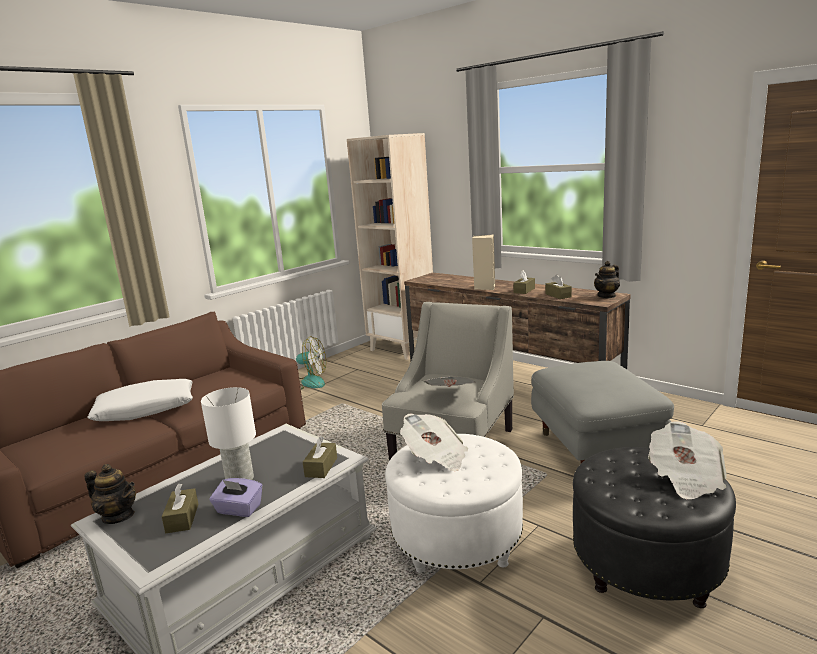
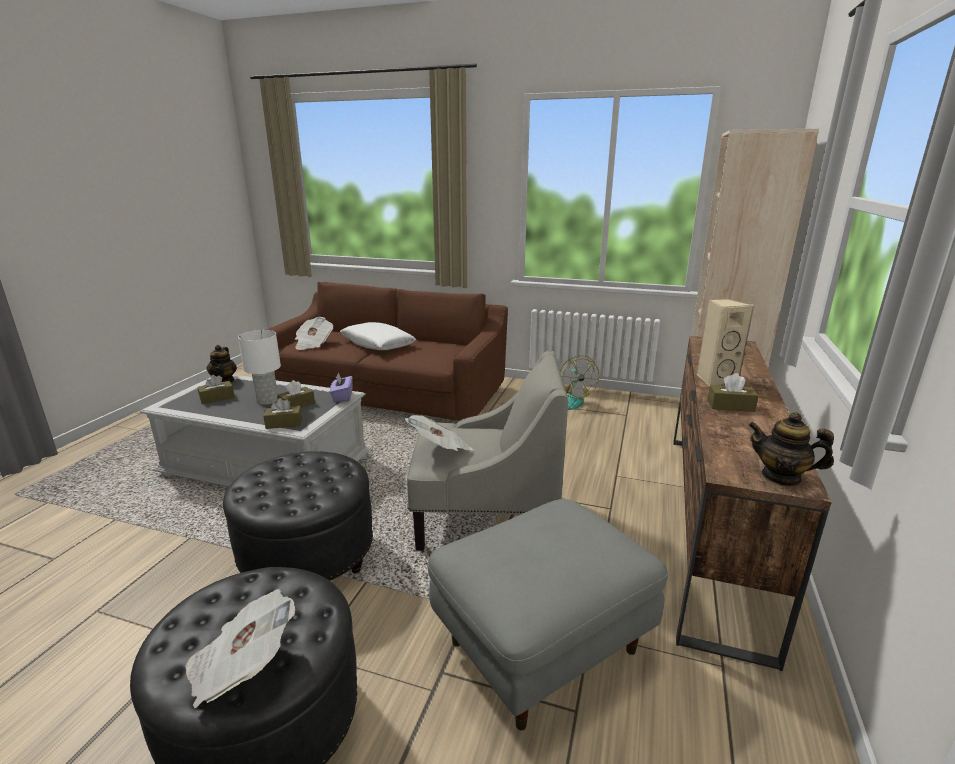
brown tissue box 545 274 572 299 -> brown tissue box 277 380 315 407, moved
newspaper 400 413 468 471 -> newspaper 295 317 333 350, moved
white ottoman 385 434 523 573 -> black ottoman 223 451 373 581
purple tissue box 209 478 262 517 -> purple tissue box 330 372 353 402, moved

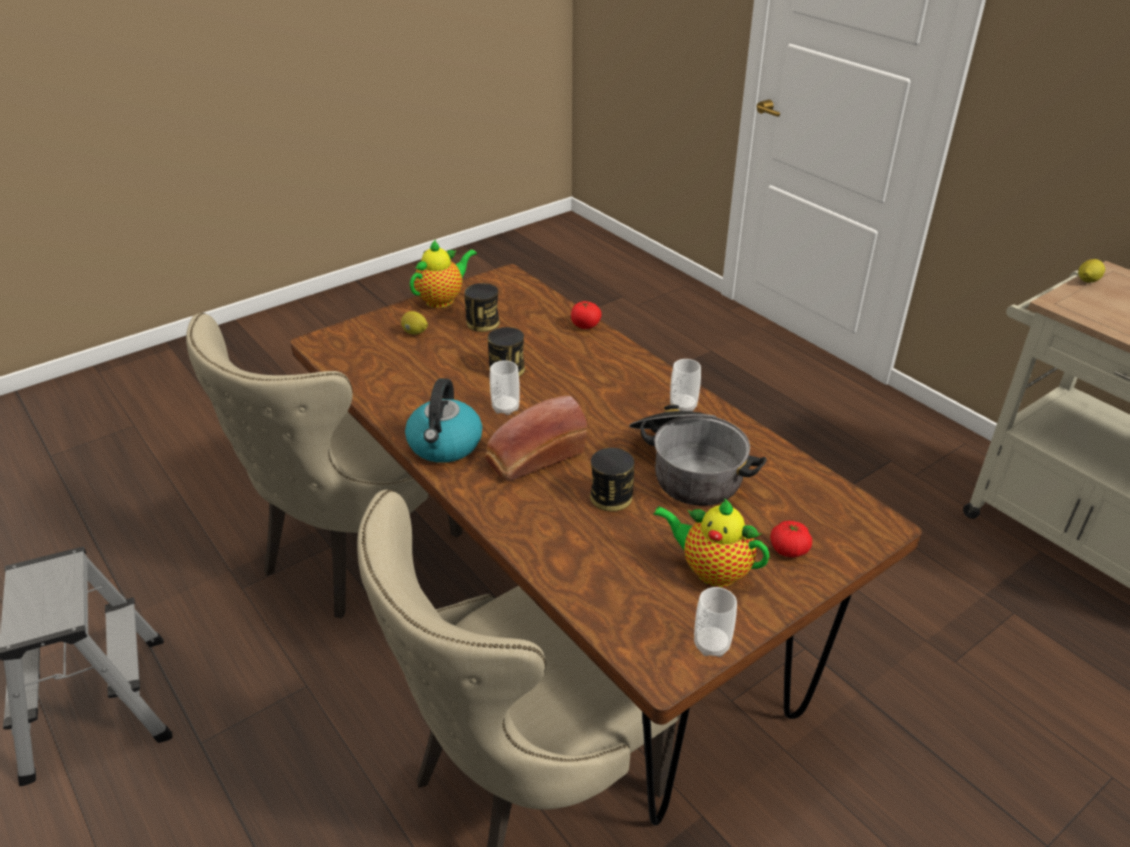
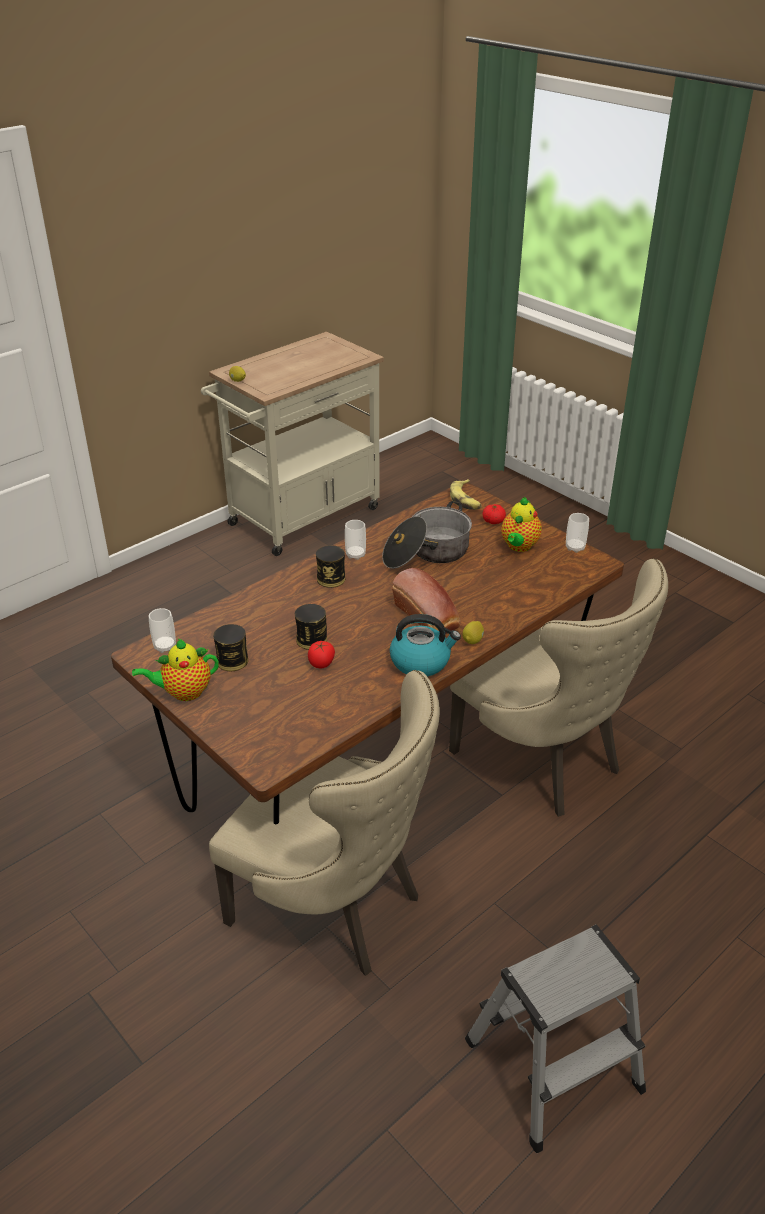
teapot 410 240 477 308 -> teapot 132 639 219 701, 60 degrees counterclockwise
tomato 571 301 602 329 -> tomato 308 641 335 668, moved
lemon 401 311 428 335 -> lemon 463 621 484 644, moved
cup 490 360 520 415 -> cup 149 608 176 653, moved
can 590 448 634 512 -> can 316 545 345 588, moved
none -> banana 450 479 482 510

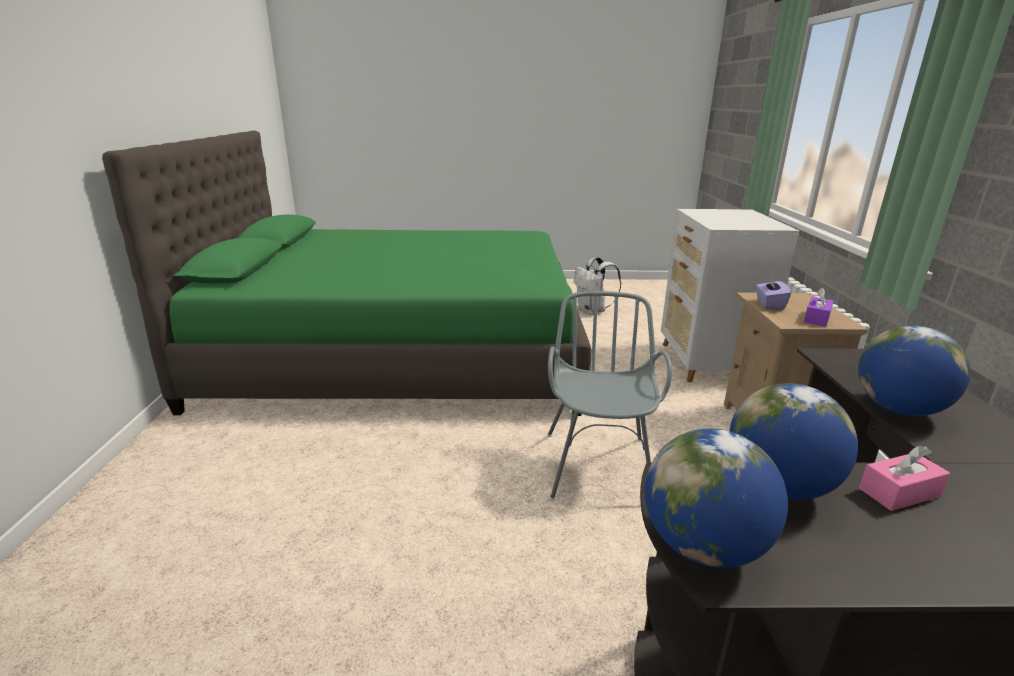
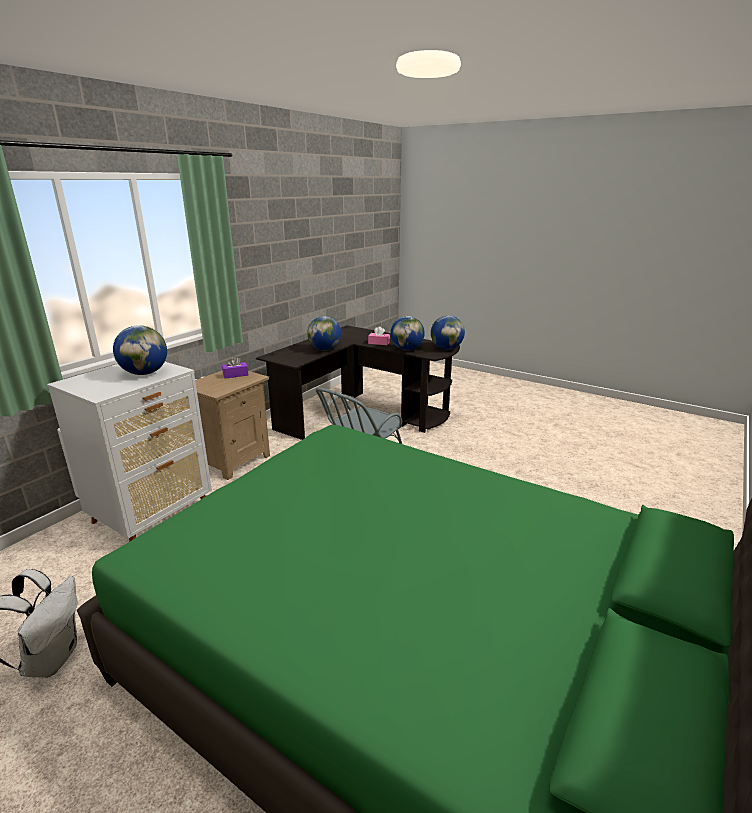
purple tissue box 756 276 791 310 -> none
none -> globe 113 325 167 375

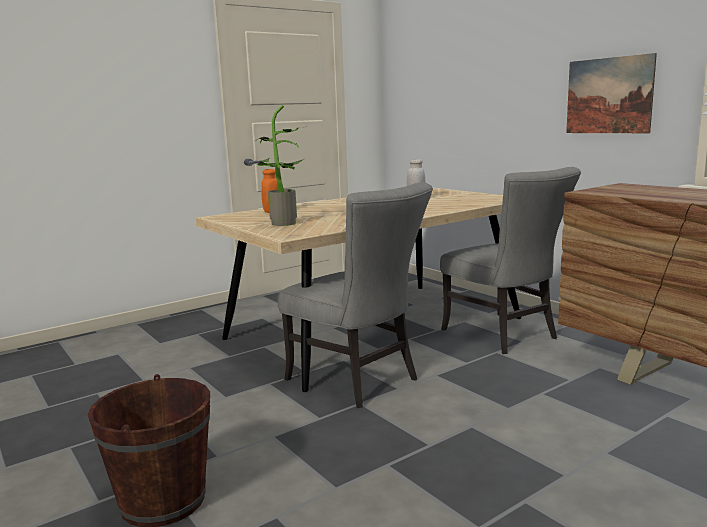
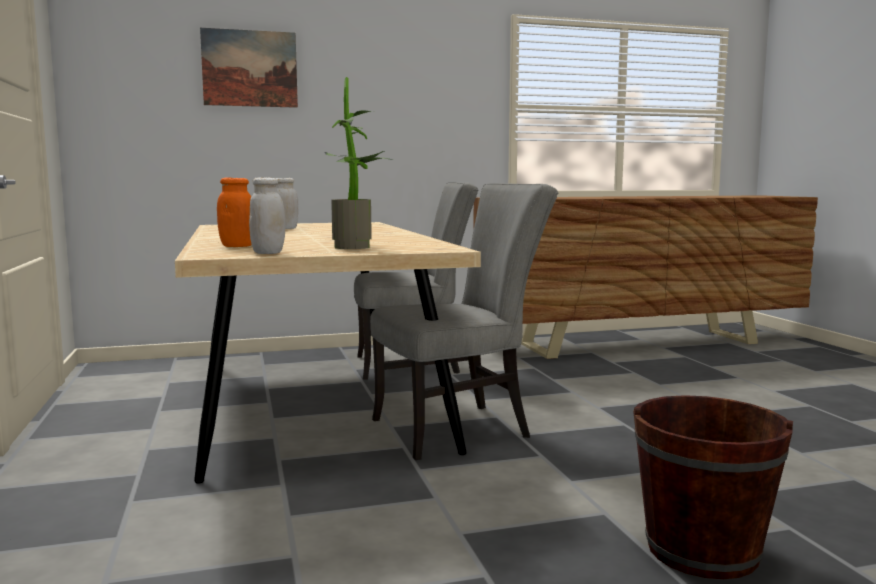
picture 566 53 657 133 -> picture 200 28 298 108, moved
none -> white jar 249 177 285 254

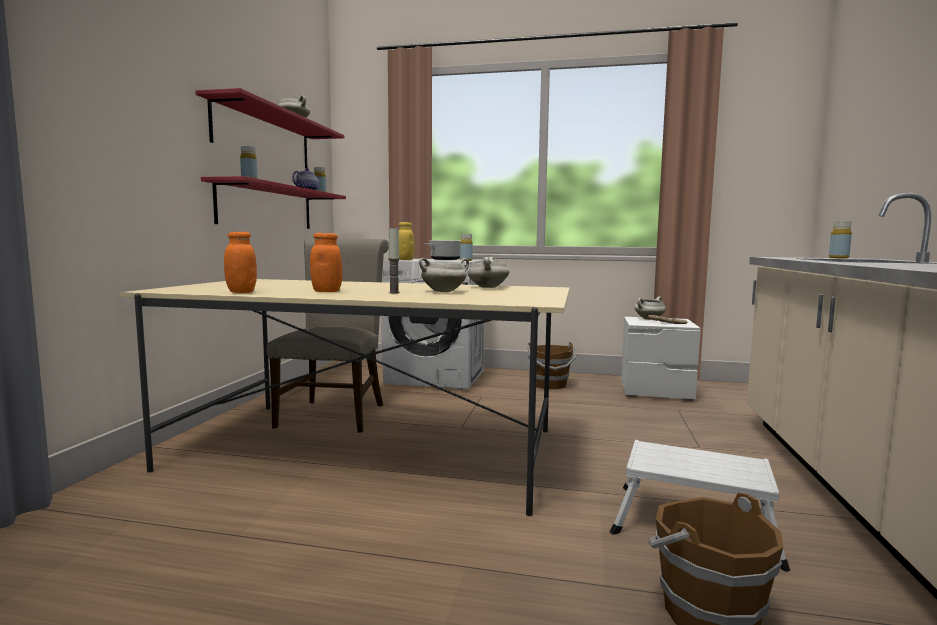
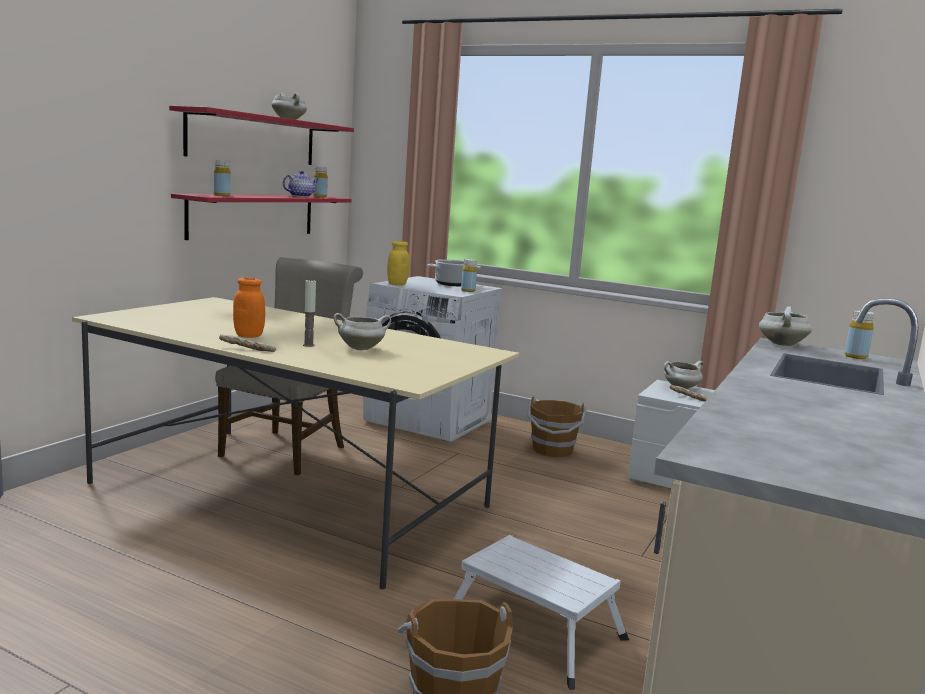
orange jar 224 232 257 293 -> none
white cooking pot 467 257 509 288 -> white cooking pot 759 306 812 346, moved
none -> bread 219 335 277 352

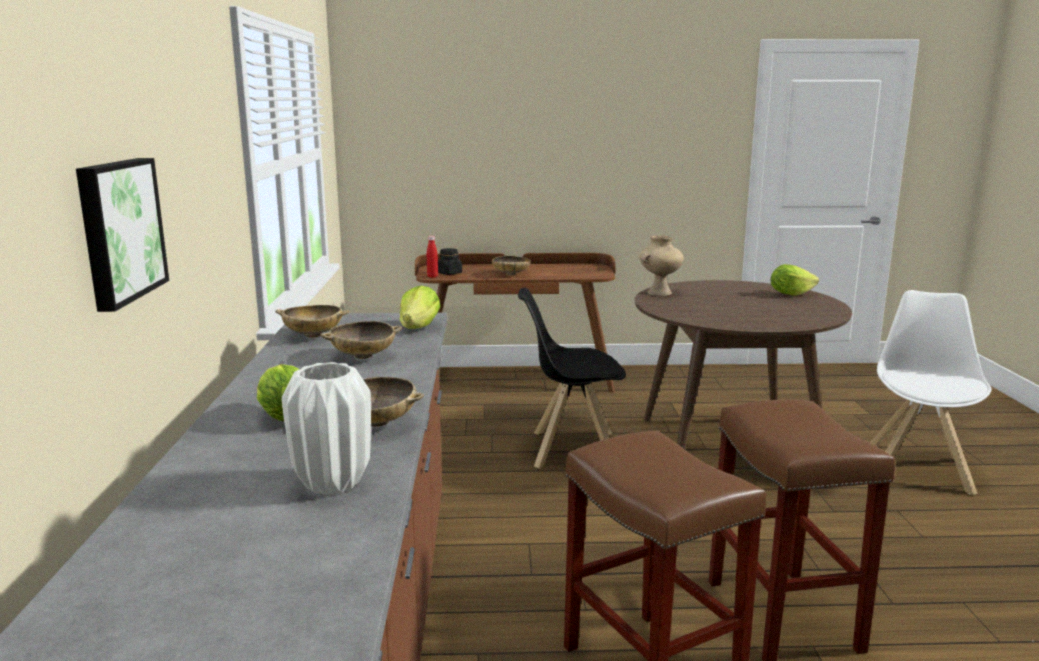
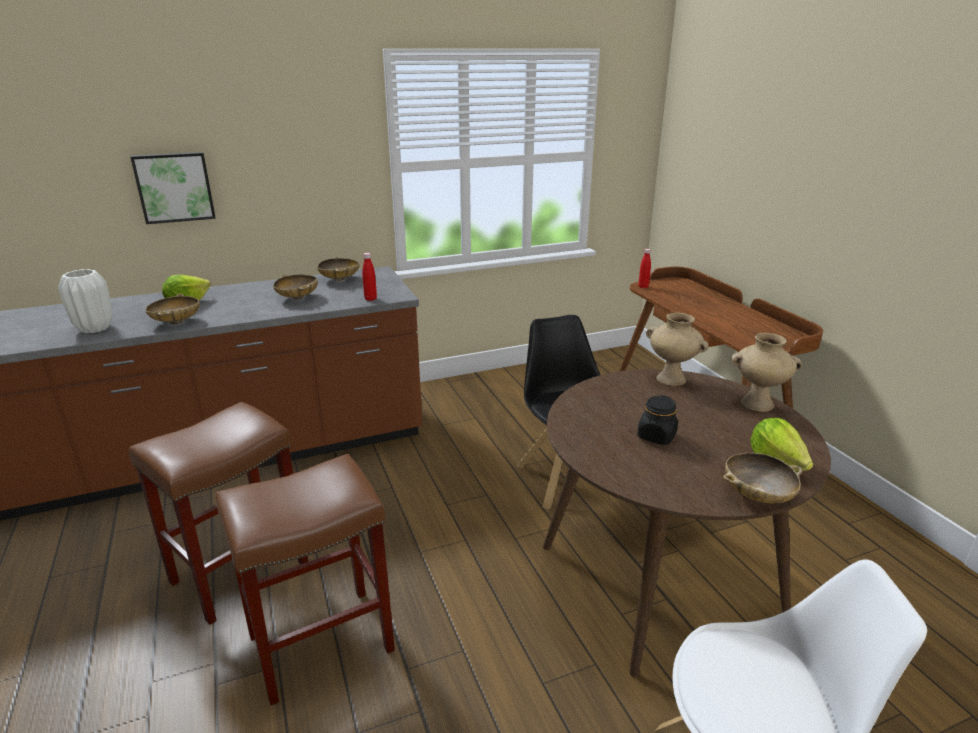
black jar 438 248 462 275 -> black jar 637 395 678 445, moved
beige bowl 492 255 531 275 -> beige bowl 723 453 802 503, moved
lettuce 400 286 441 329 -> red bottle 362 253 377 301
none -> beige vase 731 333 802 412

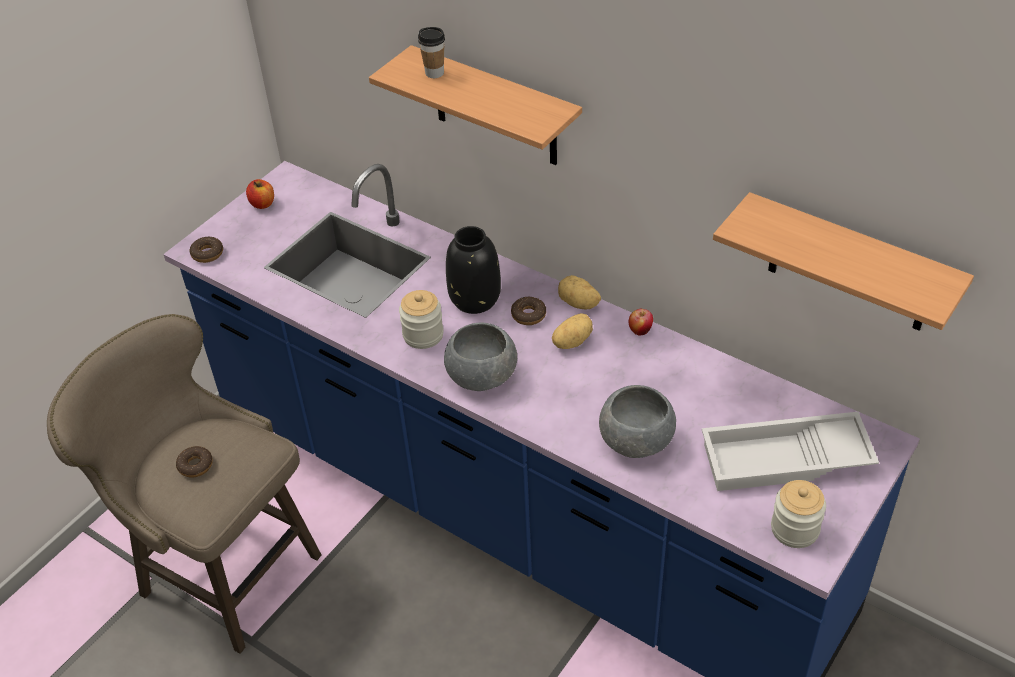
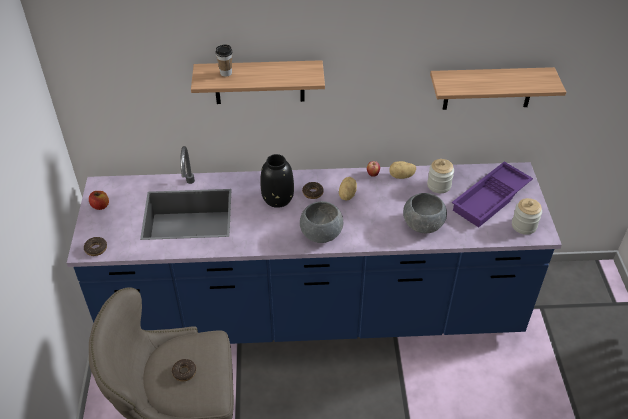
potato 558 275 601 310 -> potato 390 161 416 179, moved
jar 399 290 444 349 -> jar 427 159 454 193, moved
white tray 702 412 879 491 -> purple tray 452 162 533 227

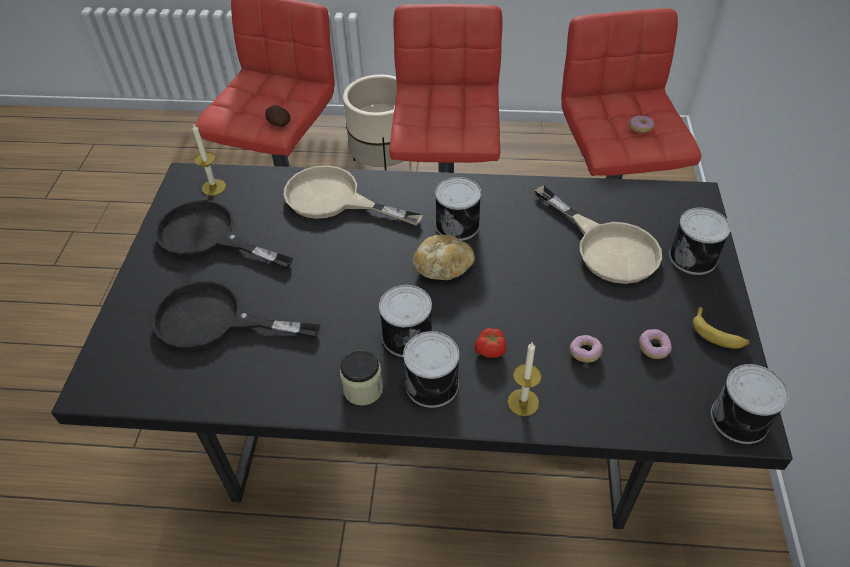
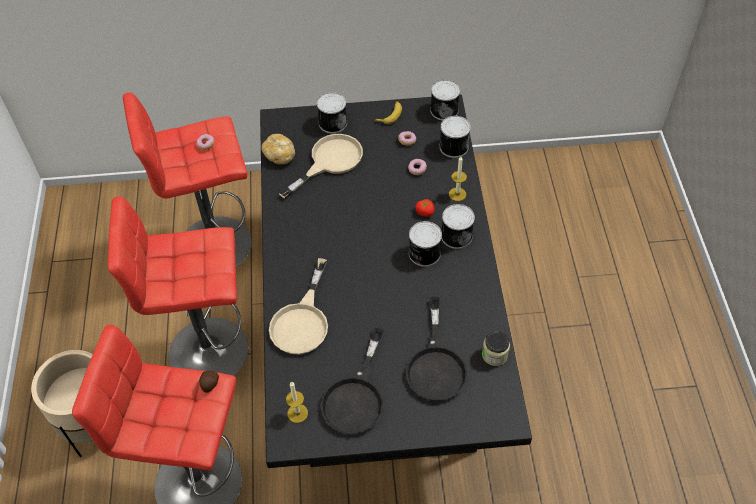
can 435 177 481 241 -> can 439 116 471 158, moved
bread 412 235 475 280 -> bread 261 134 295 165, moved
jar 340 350 383 405 -> jar 482 331 510 366, moved

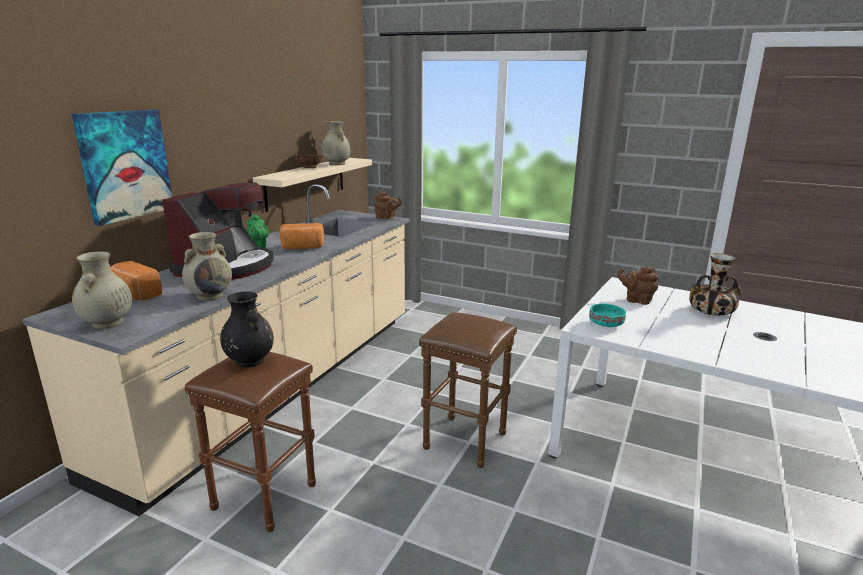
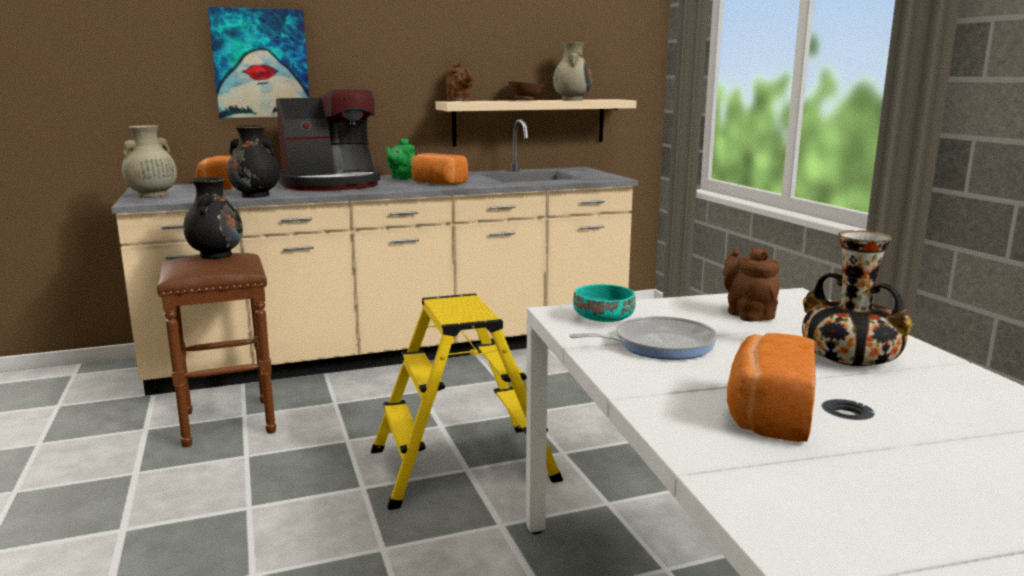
brown teapot 374 191 402 220 -> brown teapot 446 62 474 101, moved
beige vase 182 232 232 301 -> black vase 227 125 280 198
brown stool 419 312 517 468 -> yellow step ladder 371 293 563 510
none -> frying pan 569 316 718 360
none -> bread 727 333 816 442

